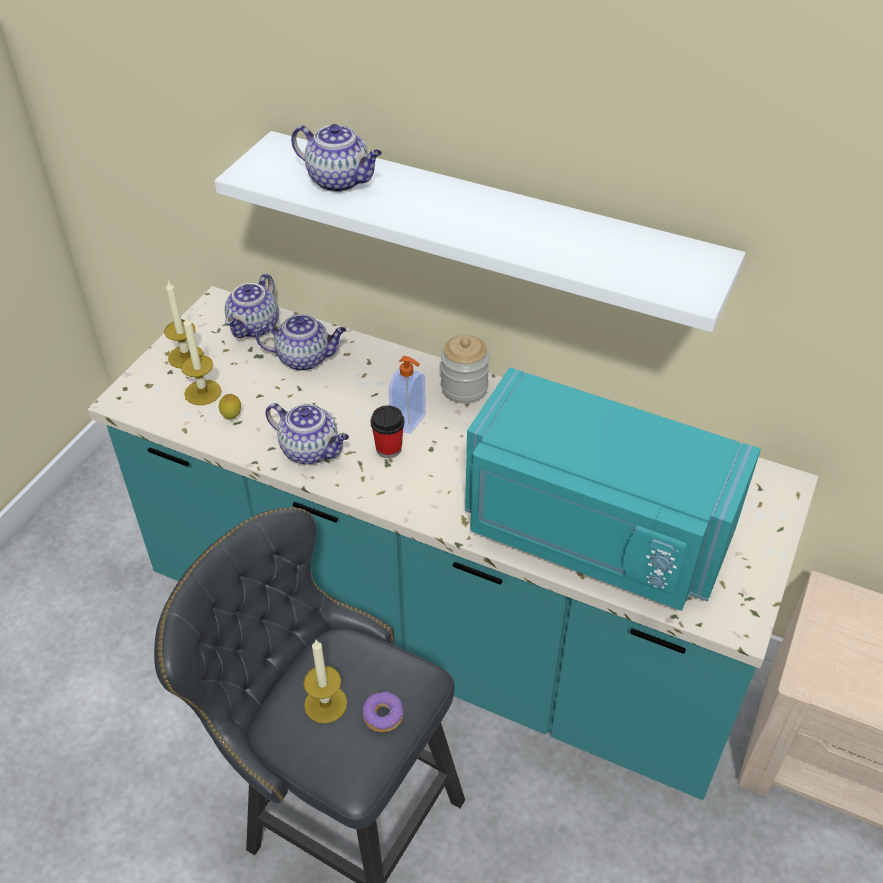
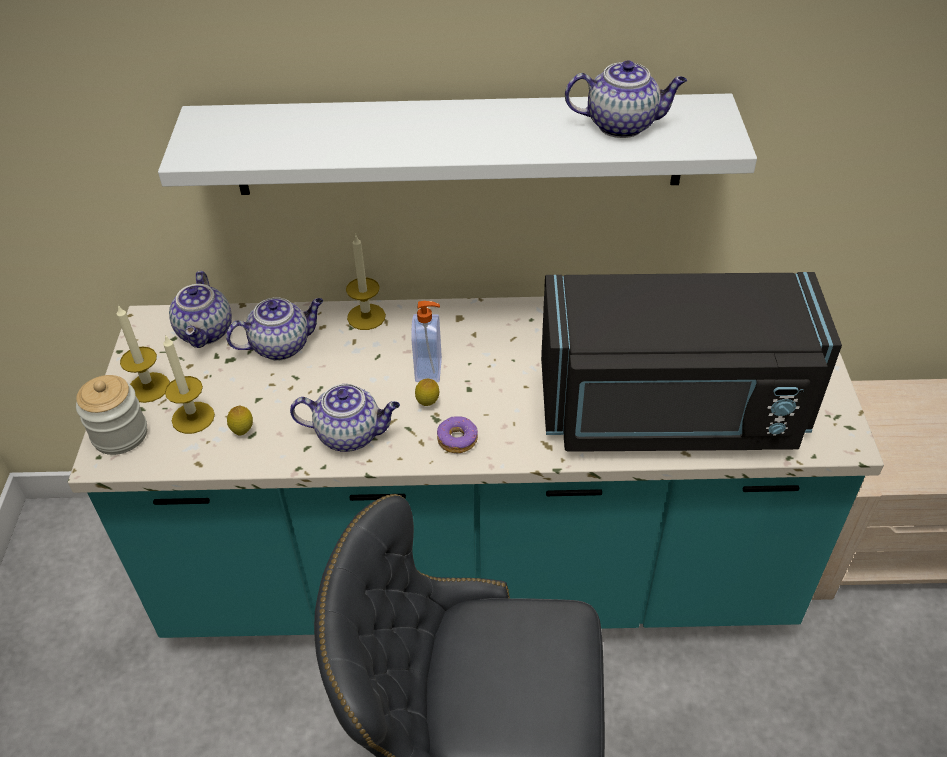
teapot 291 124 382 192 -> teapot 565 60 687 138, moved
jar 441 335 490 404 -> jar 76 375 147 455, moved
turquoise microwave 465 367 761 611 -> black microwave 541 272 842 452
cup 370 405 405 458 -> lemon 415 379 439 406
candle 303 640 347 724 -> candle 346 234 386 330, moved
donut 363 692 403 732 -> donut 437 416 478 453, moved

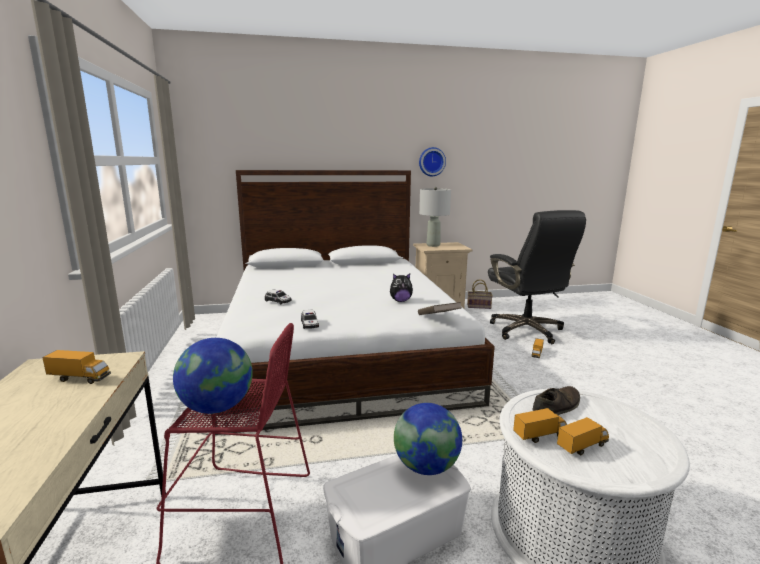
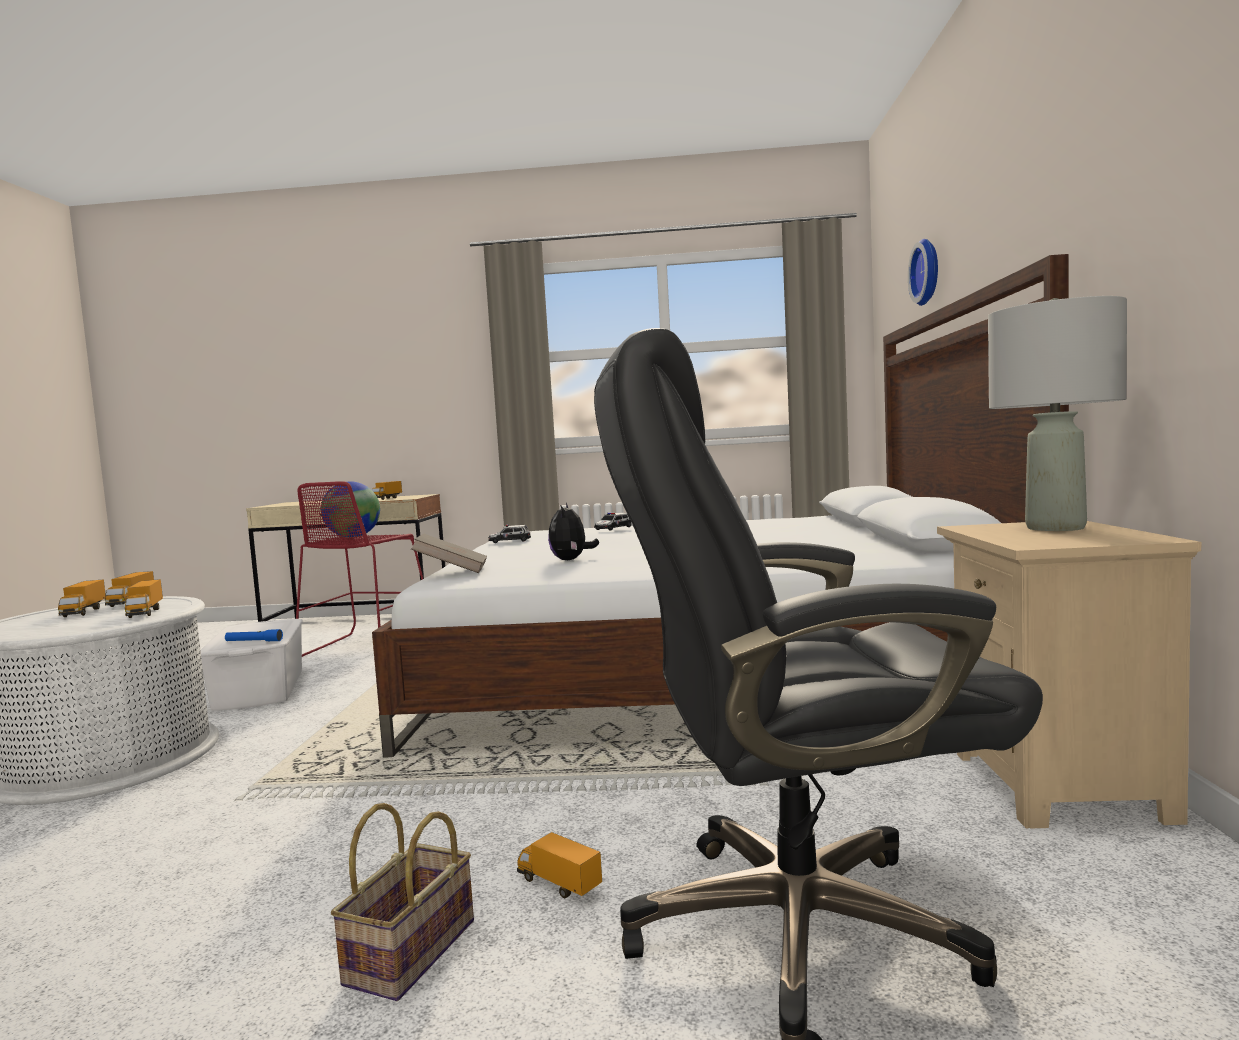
wall clock 419 147 446 176 -> wall clock 908 239 938 306, moved
basket 467 279 493 309 -> basket 331 803 474 1001, moved
brown shoe 533 386 580 415 -> toy truck 125 579 163 618
globe 394 403 462 475 -> blue flashlight 225 629 283 641

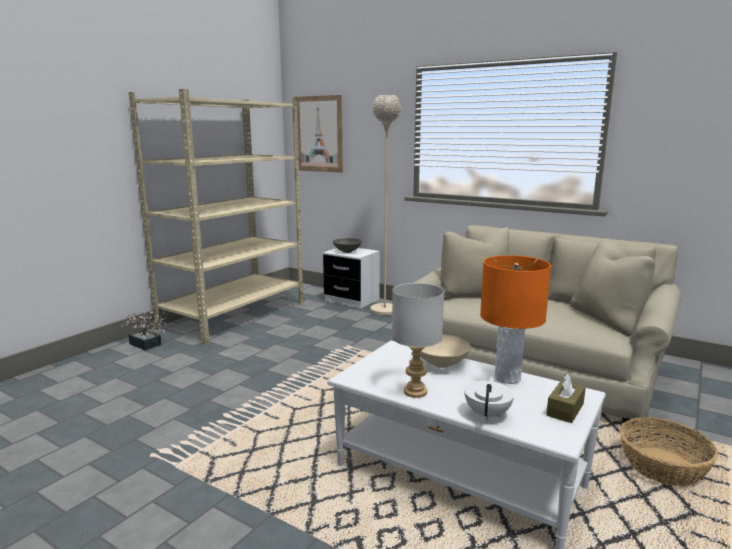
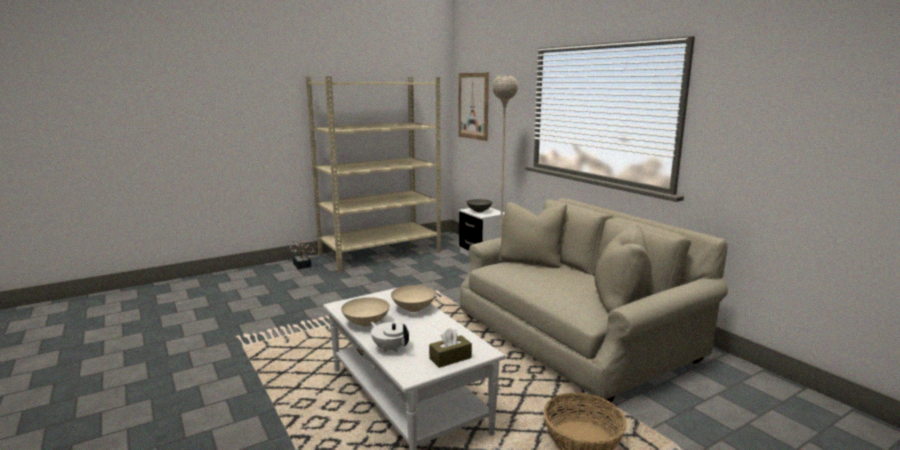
orange table lamp 480 255 551 384 -> none
grey table lamp 392 283 444 398 -> beige bowl 341 297 390 327
white teapot 464 376 514 421 -> white teapot 371 322 409 352, 90 degrees counterclockwise

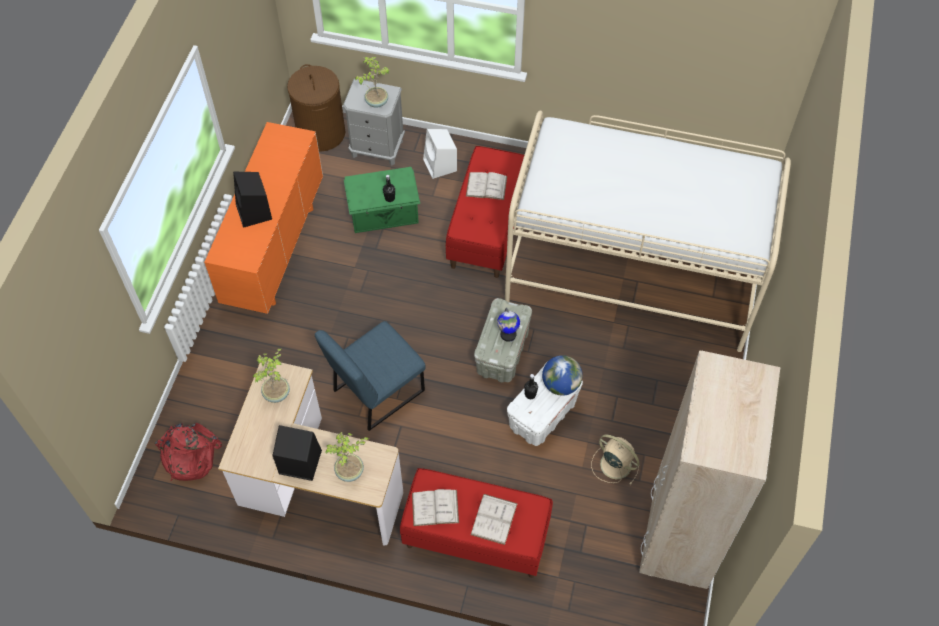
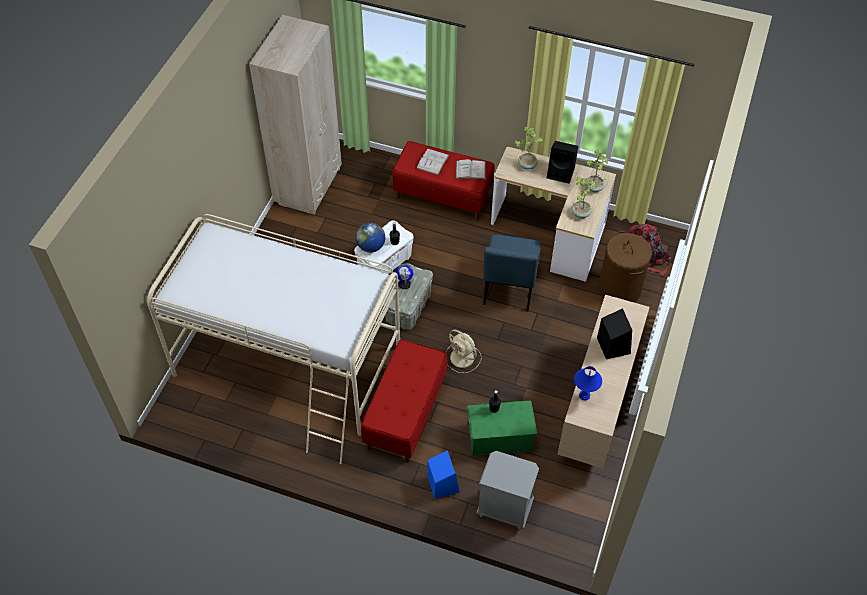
potted plant 355 57 389 108 -> potted plant 585 149 613 192, moved
brown laundry basket 287 64 345 152 -> brown laundry basket 598 231 652 303, moved
orange dresser 204 122 323 314 -> beige dresser 558 295 650 468
white speaker 423 129 457 179 -> blue speaker 427 450 460 499
white book 466 172 507 200 -> none
blue chair 315 321 426 431 -> blue chair 483 234 541 311, 135 degrees clockwise
beige fan 591 435 640 485 -> beige fan 445 330 482 373, moved
none -> blue table lamp 574 366 602 400

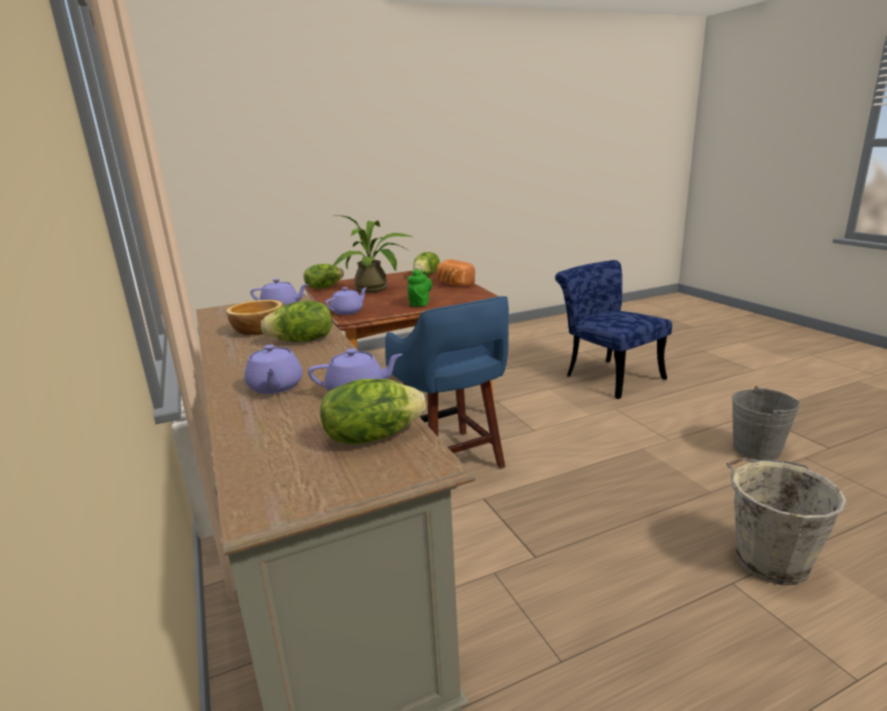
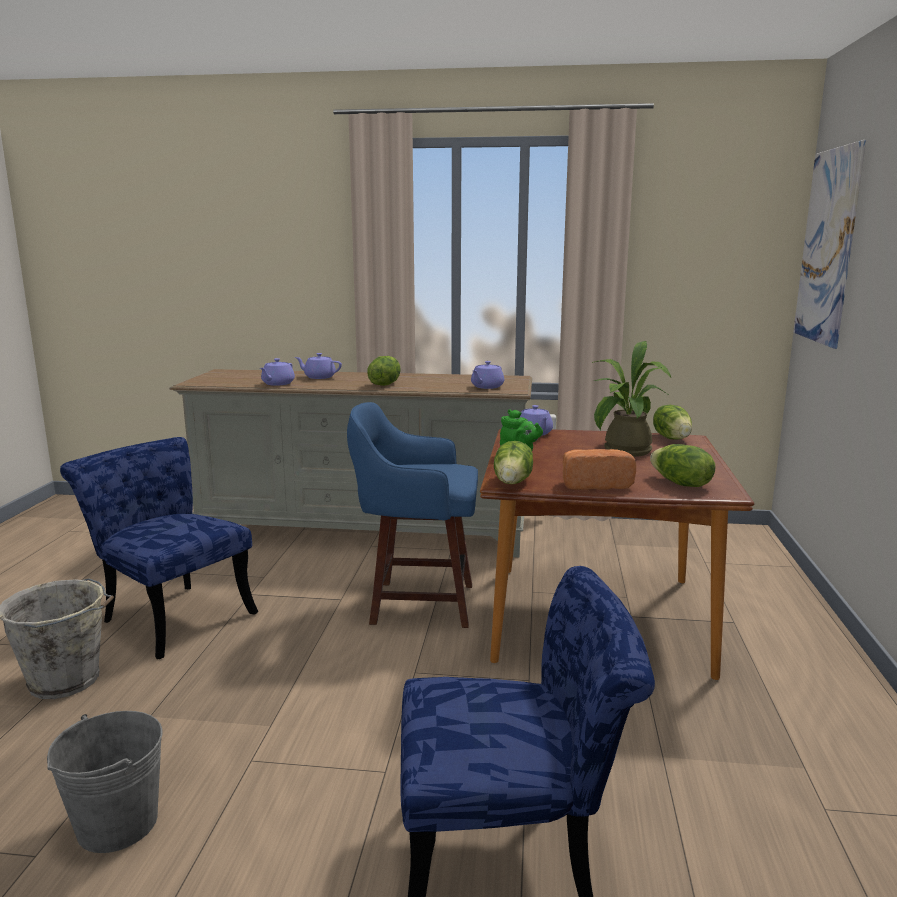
bowl 226 300 283 335 -> none
lettuce 320 379 426 444 -> lettuce 494 441 533 484, moved
none -> picture 793 140 866 349
none -> blue chair 60 437 258 659

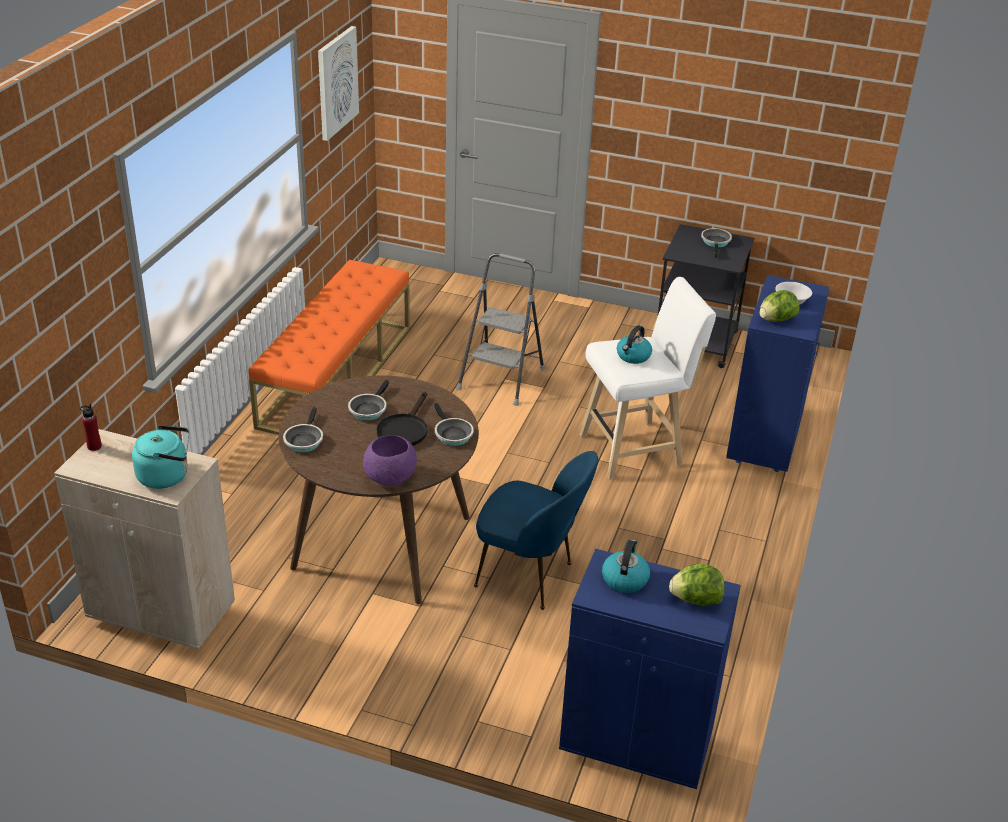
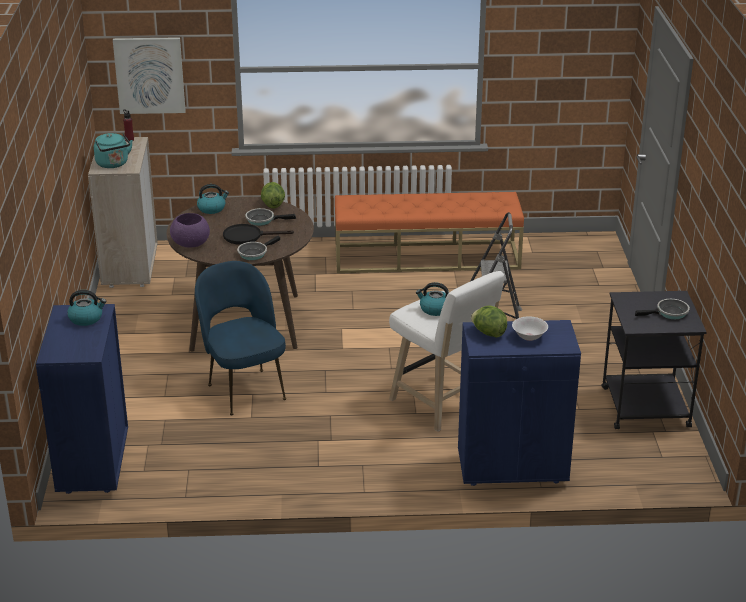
picture 318 26 359 141 -> picture 113 37 186 114, moved
frying pan 283 407 323 452 -> kettle 197 184 229 214
blue chair 474 451 598 610 -> blue chair 195 261 286 416, 150 degrees clockwise
lettuce 669 564 725 605 -> lettuce 261 182 285 209, moved

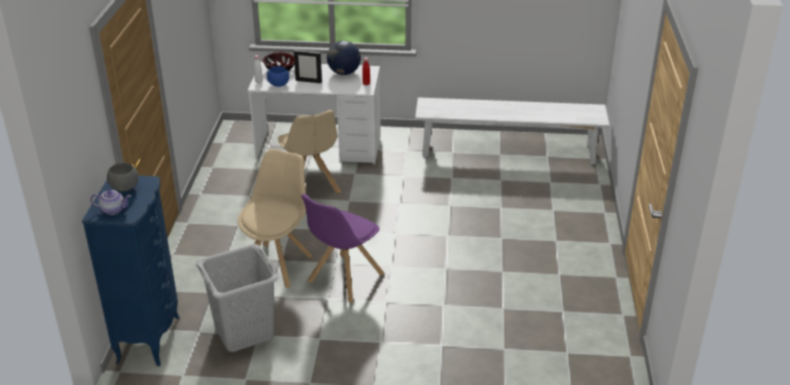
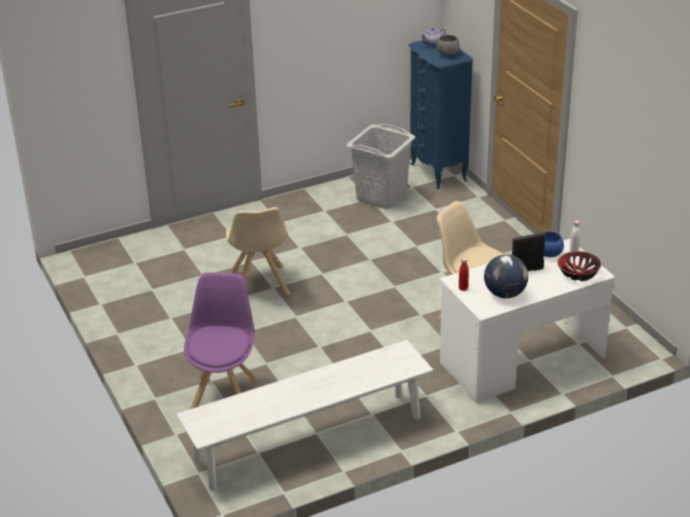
beige chair 238 149 313 288 -> beige chair 226 207 290 296, moved
purple chair 301 194 385 303 -> purple chair 184 272 258 409, moved

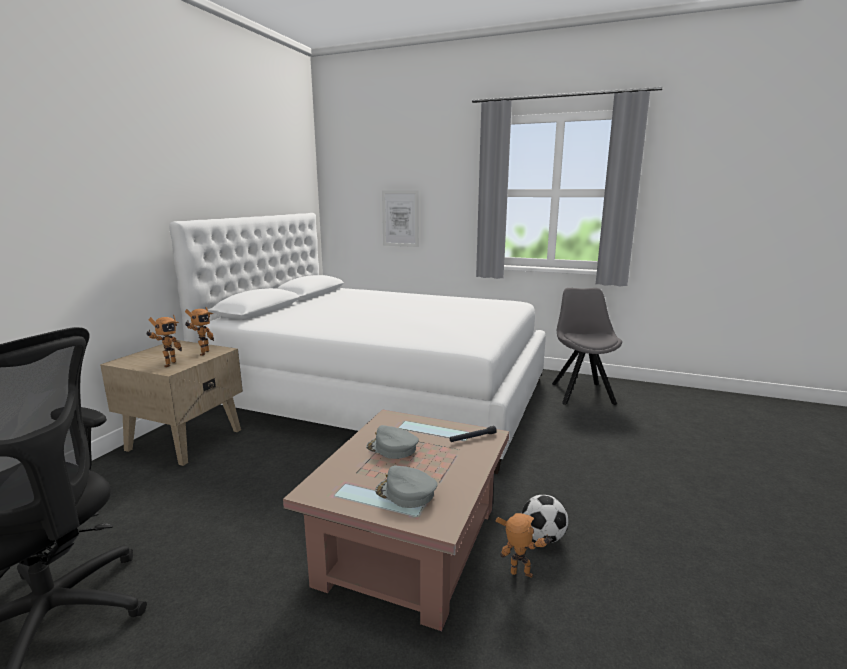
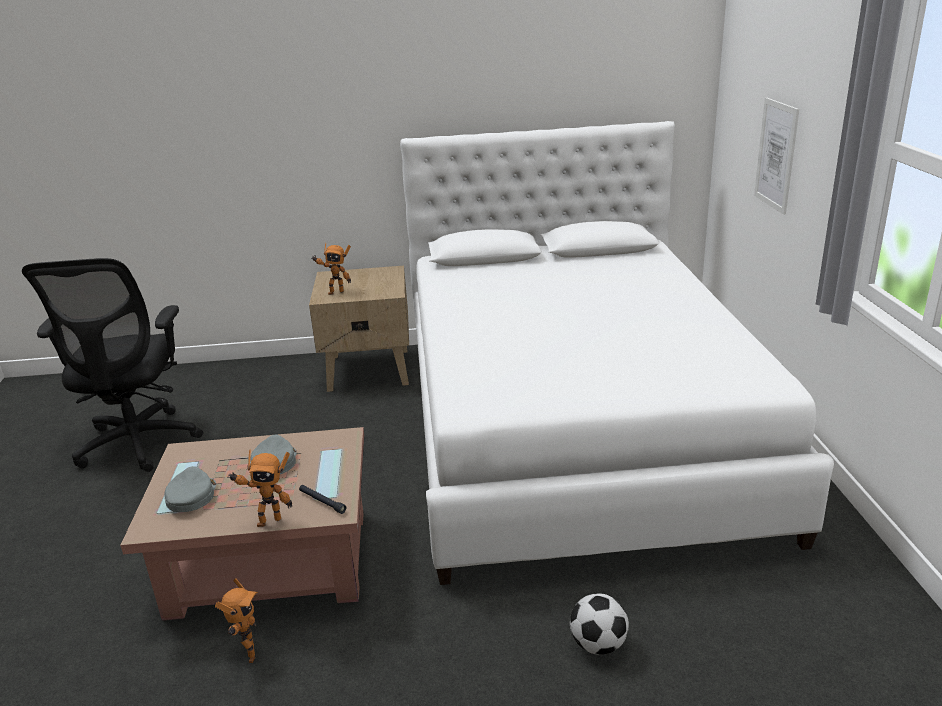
grey chair 552 288 622 405 -> none
toy robot 185 307 214 356 -> toy robot 227 449 292 527, moved
football 522 495 568 543 -> football 570 593 629 655, moved

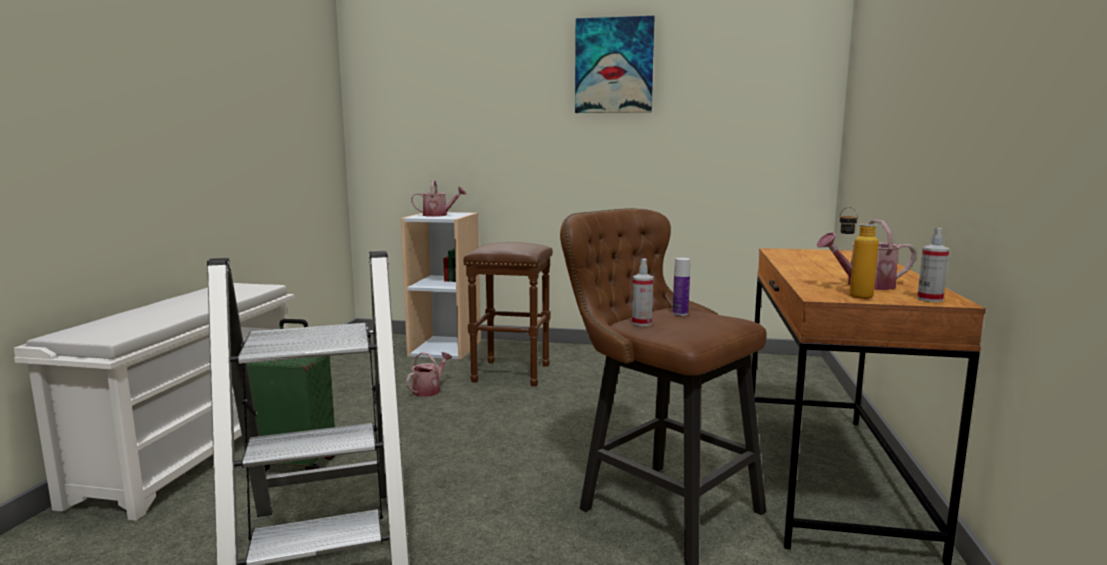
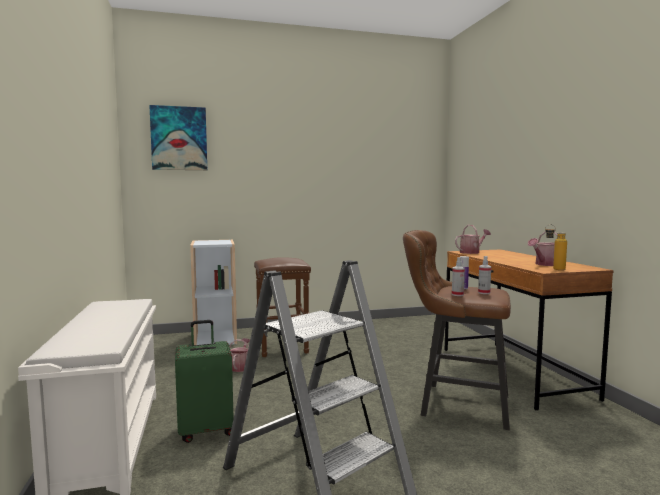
picture 575 16 655 113 -> picture 149 105 207 170, moved
watering can 411 180 467 217 -> watering can 455 225 491 254, moved
spray bottle 917 228 949 302 -> spray bottle 478 256 491 294, moved

